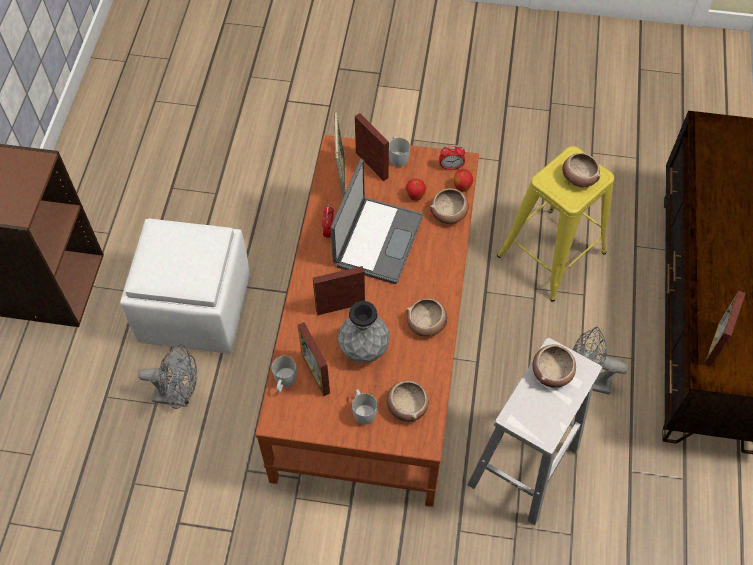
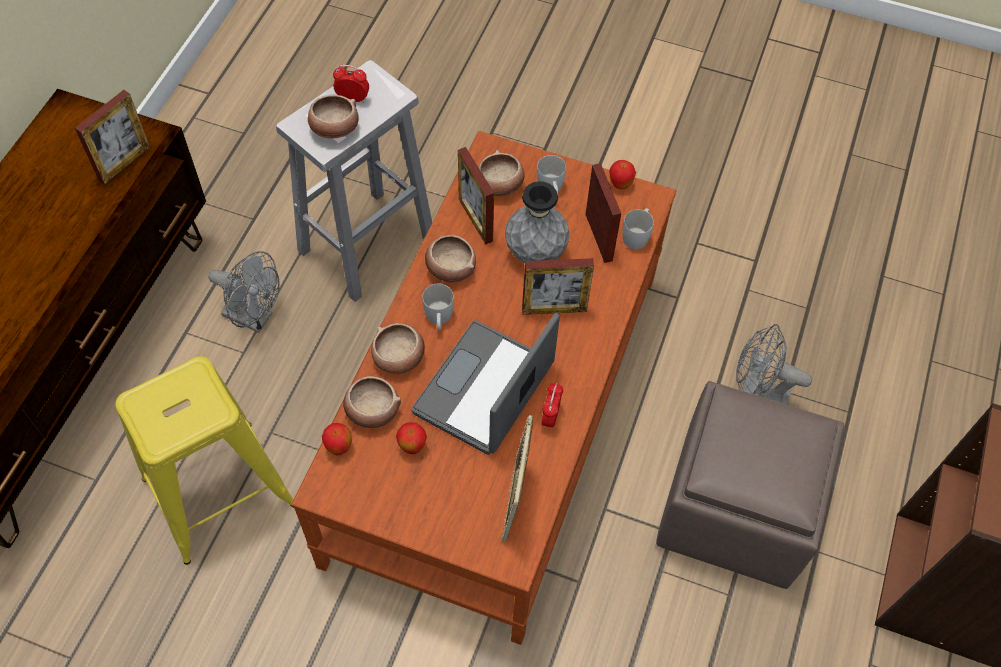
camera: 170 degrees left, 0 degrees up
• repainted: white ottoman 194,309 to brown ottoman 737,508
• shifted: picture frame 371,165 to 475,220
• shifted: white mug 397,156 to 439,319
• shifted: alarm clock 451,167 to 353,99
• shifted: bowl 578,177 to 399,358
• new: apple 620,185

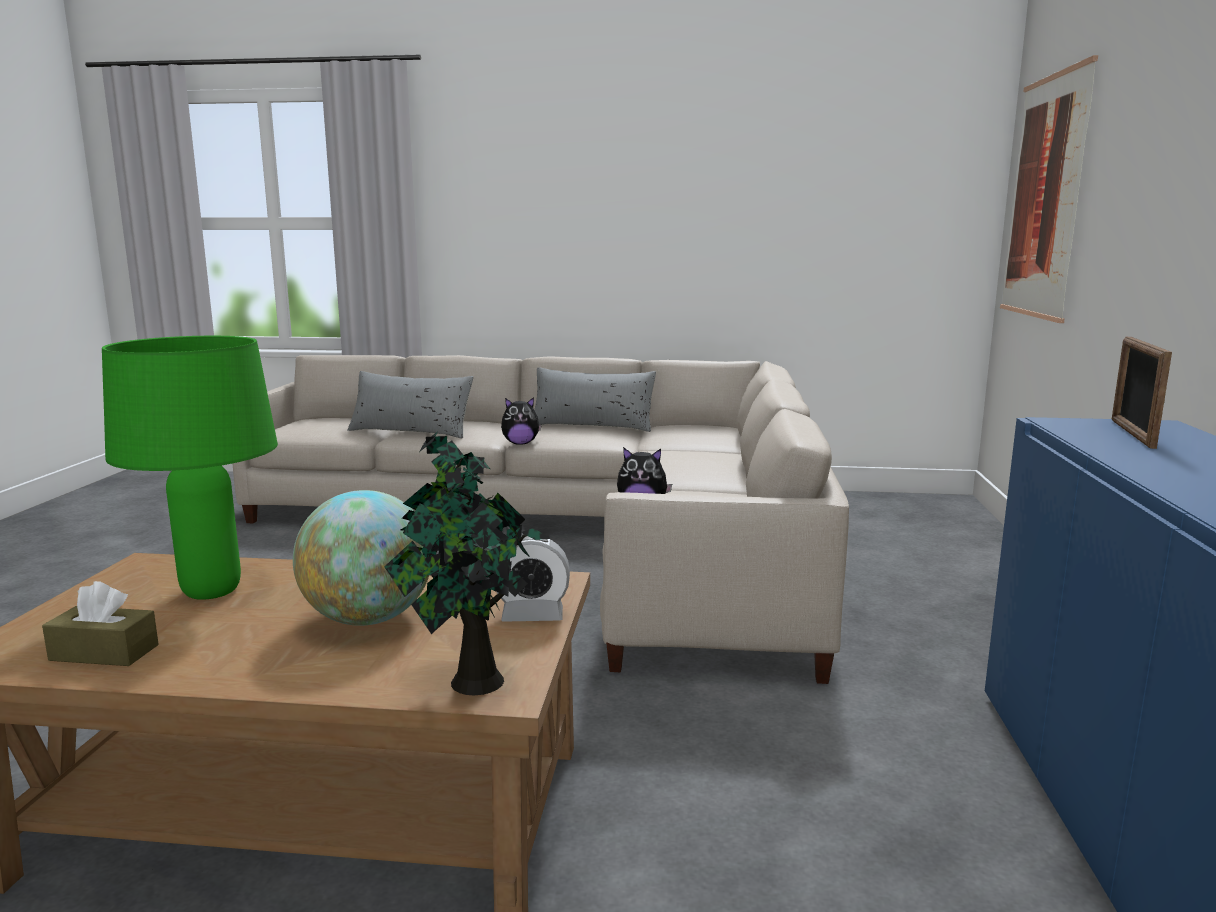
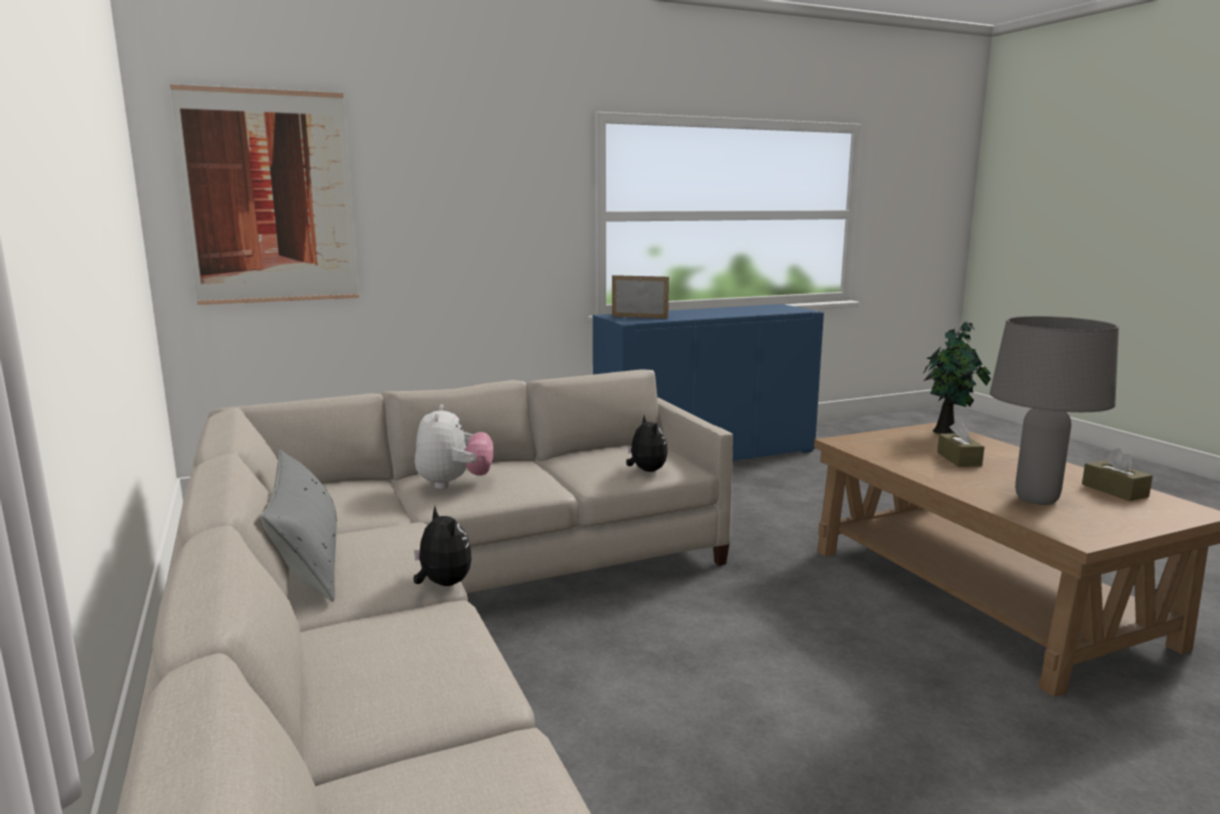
camera: 120 degrees left, 0 degrees up
• repainted: green table lamp 210,591 to grey table lamp 1037,500
• swapped: globe 368,619 to brown tissue box 959,459
• gone: grey pillow 411,431
• gone: alarm clock 532,615
• rotated: picture frame 1132,434 = 639,317 150 degrees counterclockwise
• new: plush toy 454,484

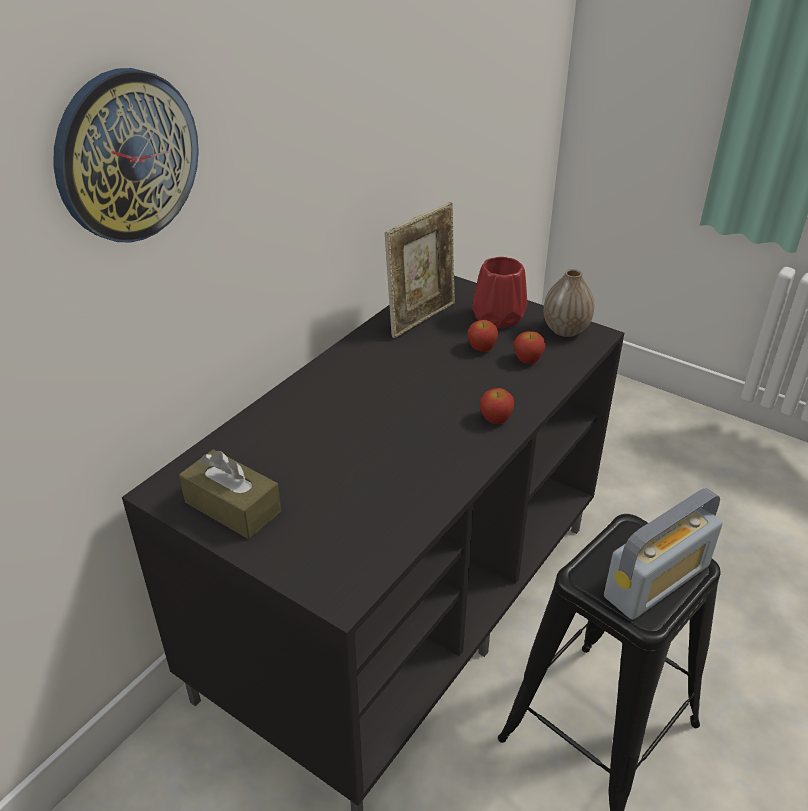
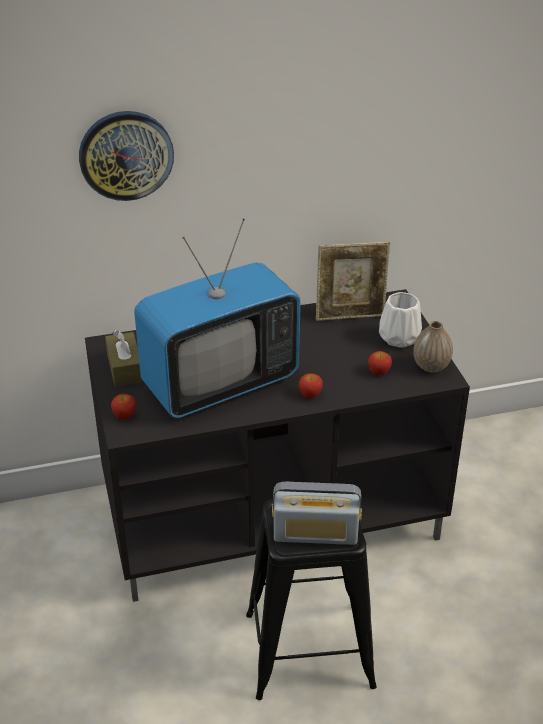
camera: 40 degrees right, 0 degrees up
• shifted: apple 481,348 to 124,415
• repainted: red vase 498,318 to white vase 398,338
• new: television 220,383

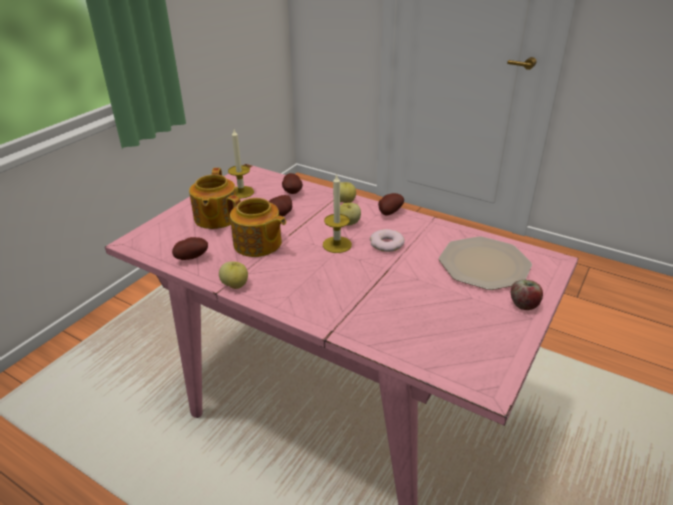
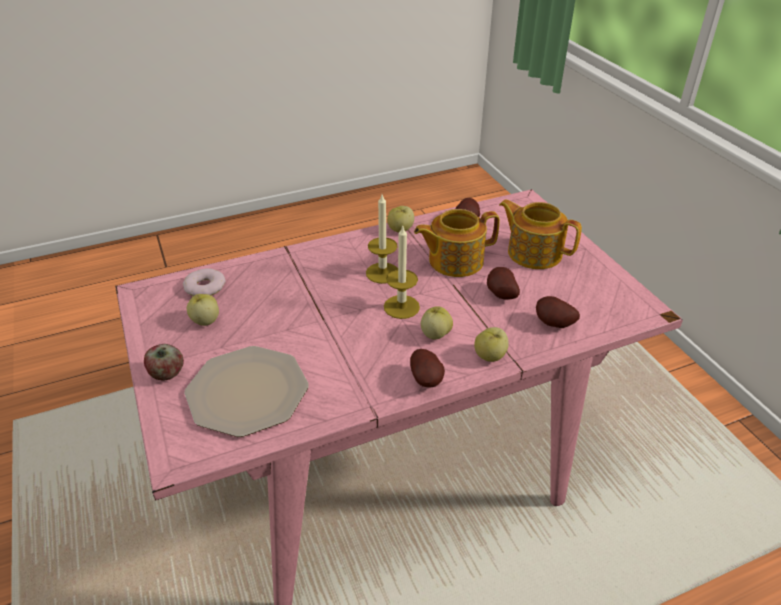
camera: 125 degrees right, 5 degrees up
• shifted: candle 241,192 to 382,273
• shifted: donut 386,244 to 204,287
• new: apple 205,321

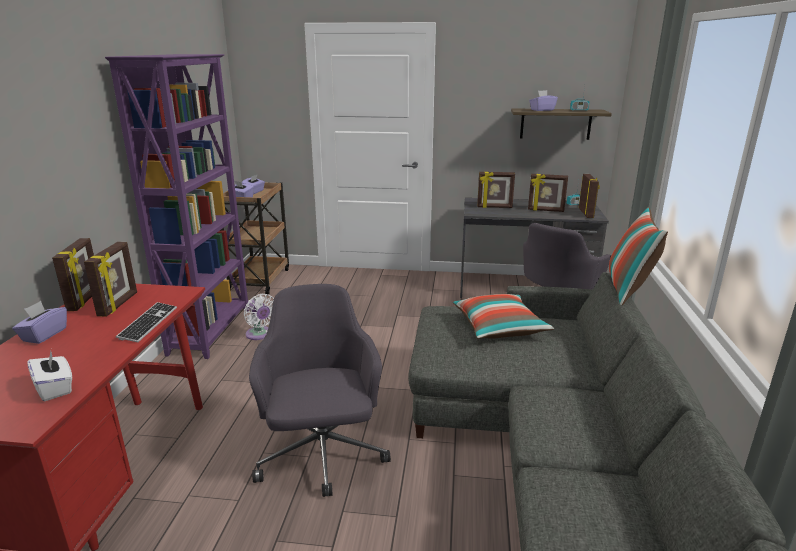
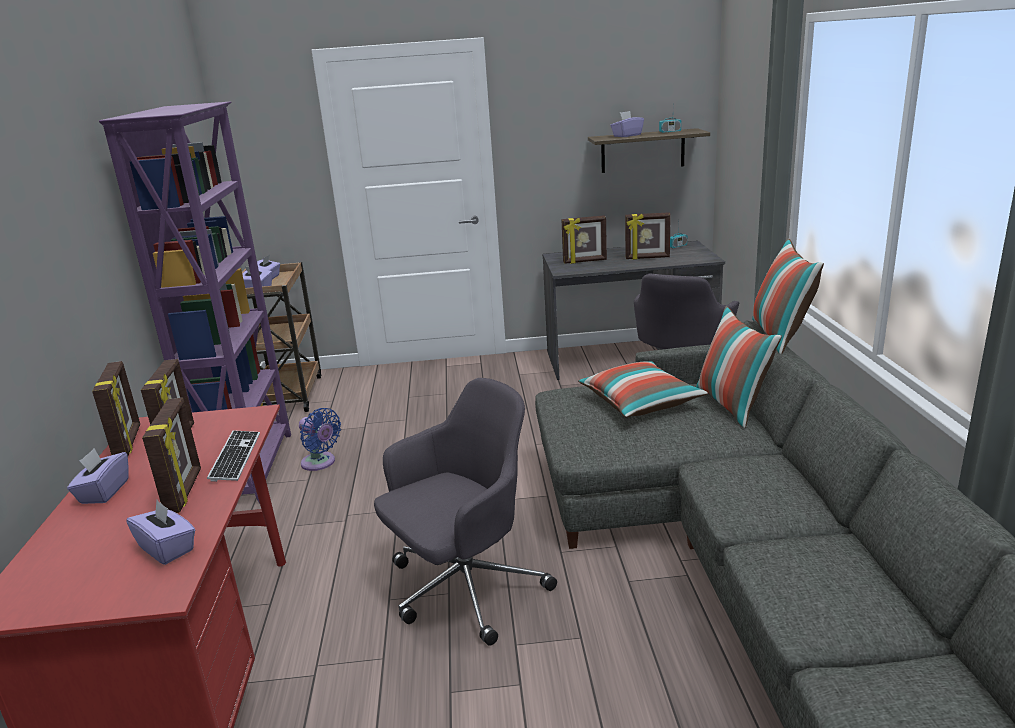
camera: 10 degrees left, 0 degrees up
• repainted: white tissue box 55,388 to purple tissue box 167,548
• repainted: white fan 260,335 to blue fan 320,463
• rotated: grey office chair 322,455 = 464,589 75 degrees clockwise
• shifted: picture frame 586,213 to 185,491
• new: pillow 732,405

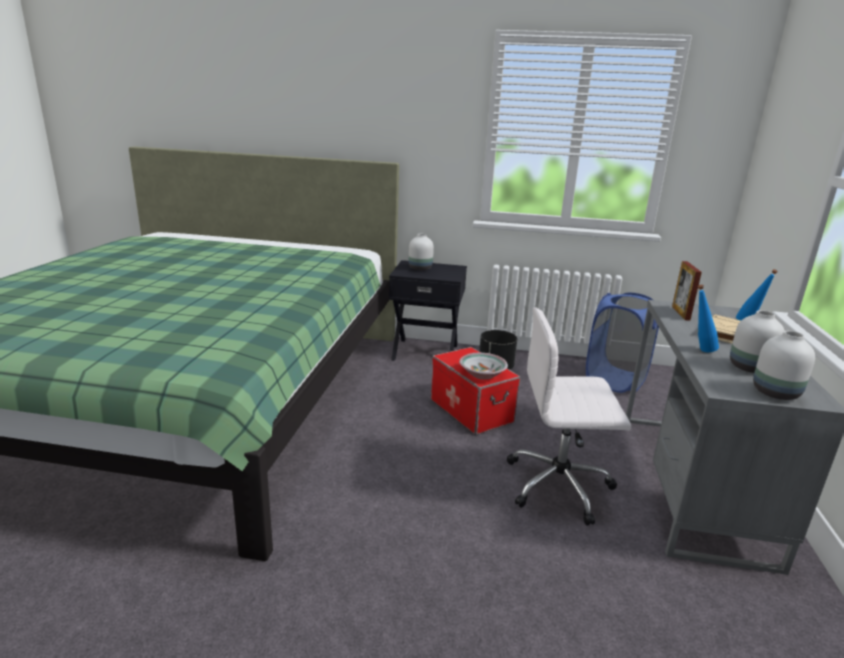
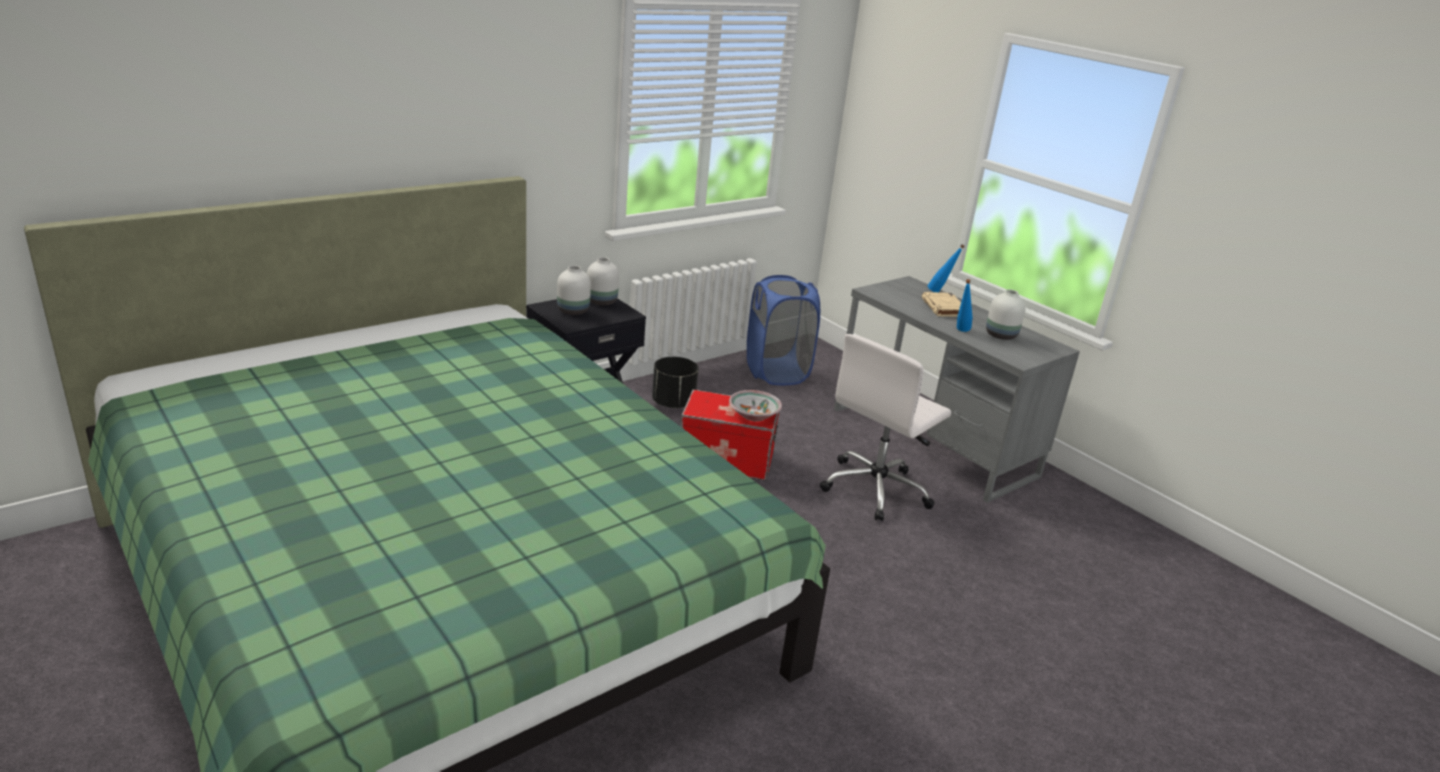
camera: 50 degrees left, 5 degrees up
• gone: picture frame 680,313
• shifted: white vase 774,392 to 600,302

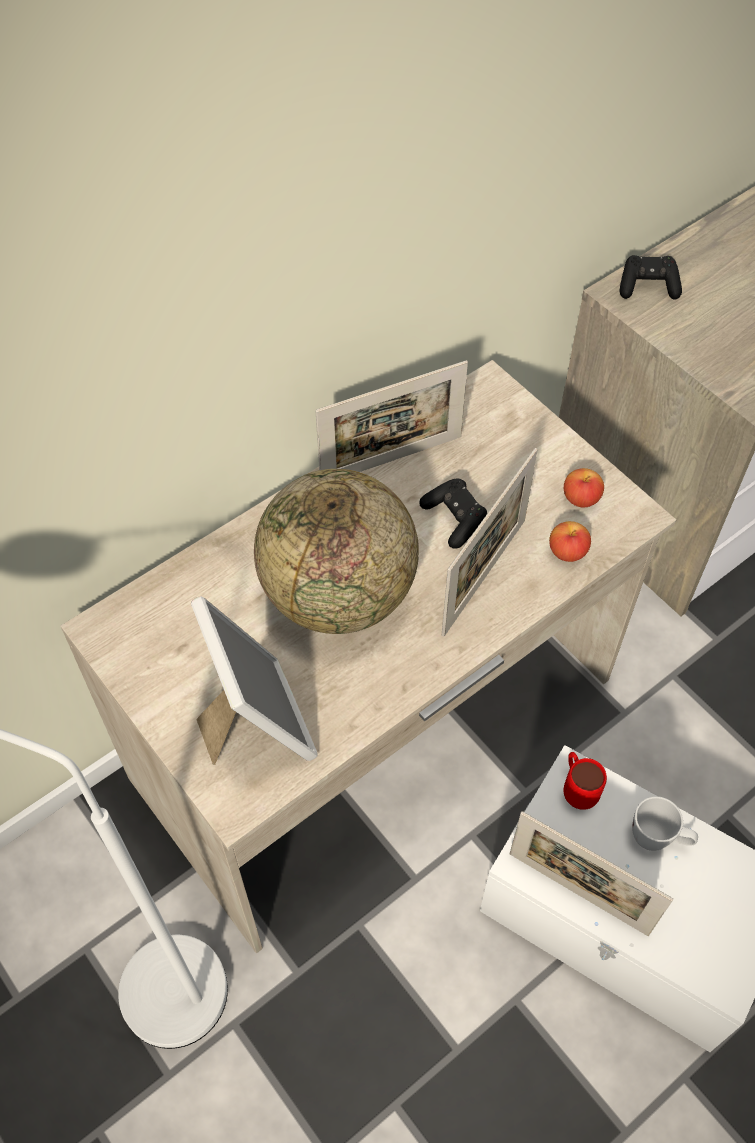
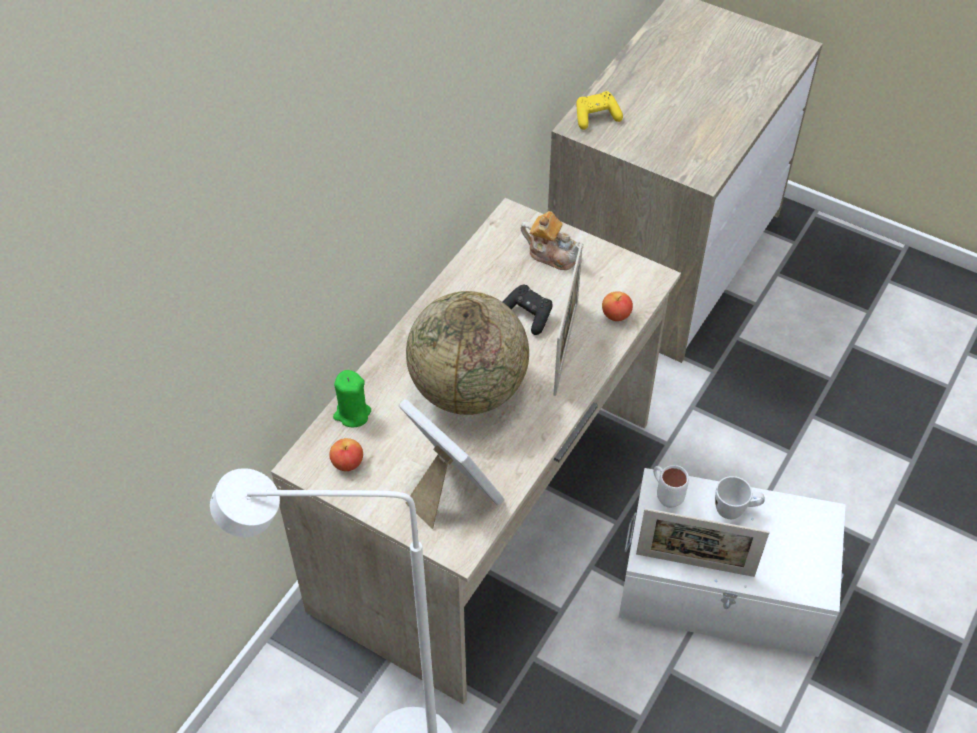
camera: 20 degrees left, 5 degrees down
• gone: picture frame 391,460
• repainted: red mug 576,790 to white mug 665,495
• shifted: apple 581,498 to 347,463
• repainted: black game controller 647,286 to yellow game controller 596,117
• new: green candle 352,414
• new: teapot 552,254

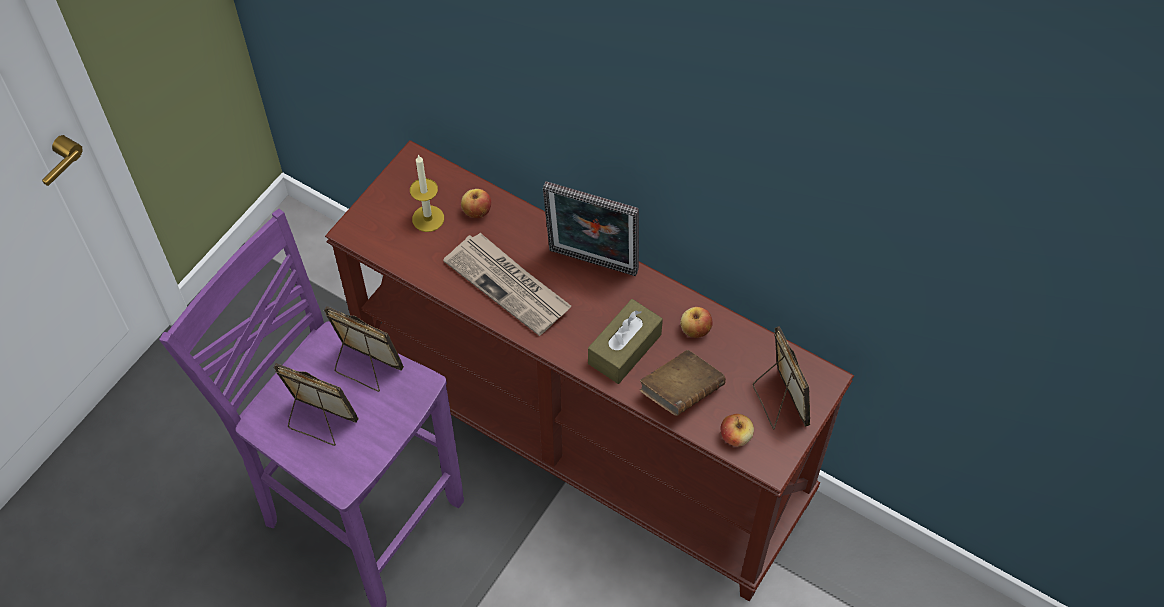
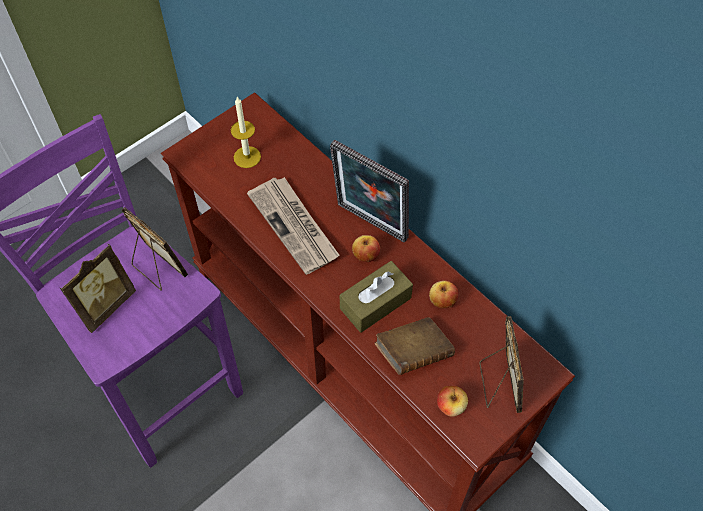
camera: 15 degrees right, 0 degrees up
• rotated: picture frame 320,422 = 104,305 90 degrees clockwise
• shifted: apple 477,211 to 365,255

